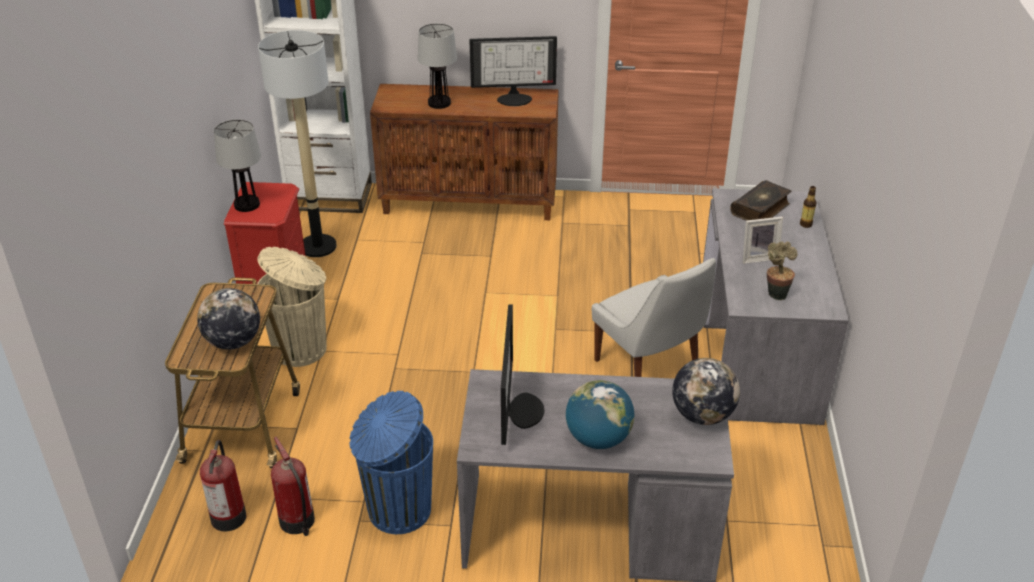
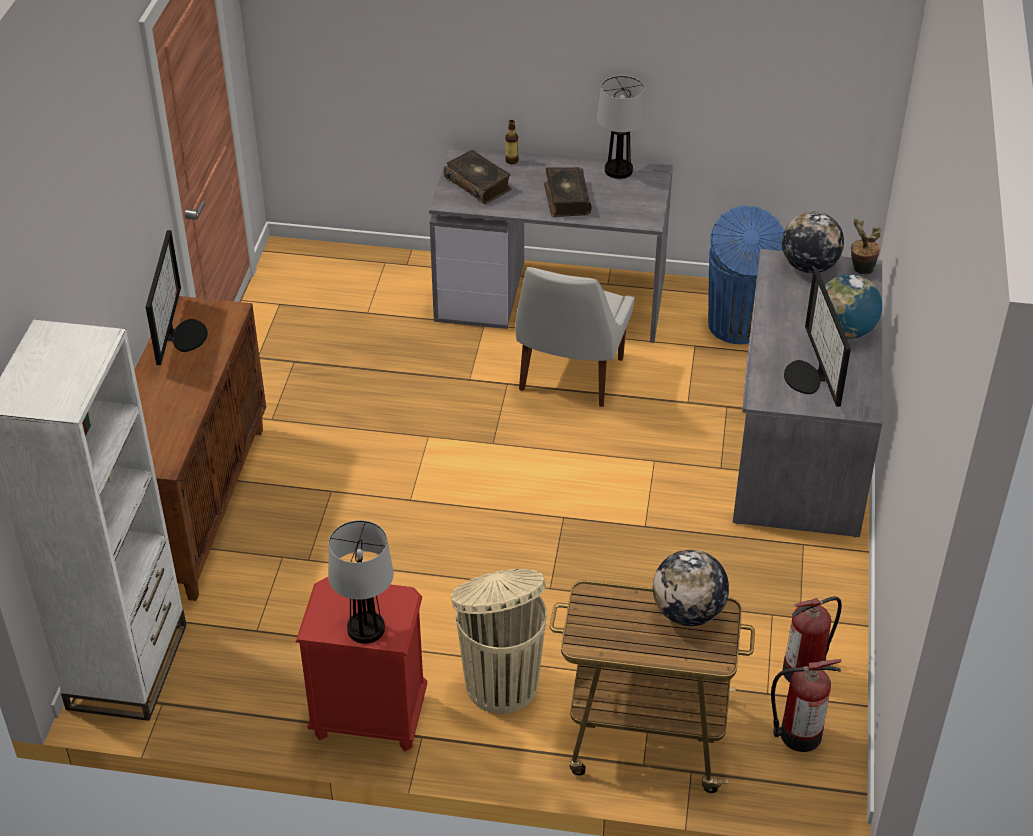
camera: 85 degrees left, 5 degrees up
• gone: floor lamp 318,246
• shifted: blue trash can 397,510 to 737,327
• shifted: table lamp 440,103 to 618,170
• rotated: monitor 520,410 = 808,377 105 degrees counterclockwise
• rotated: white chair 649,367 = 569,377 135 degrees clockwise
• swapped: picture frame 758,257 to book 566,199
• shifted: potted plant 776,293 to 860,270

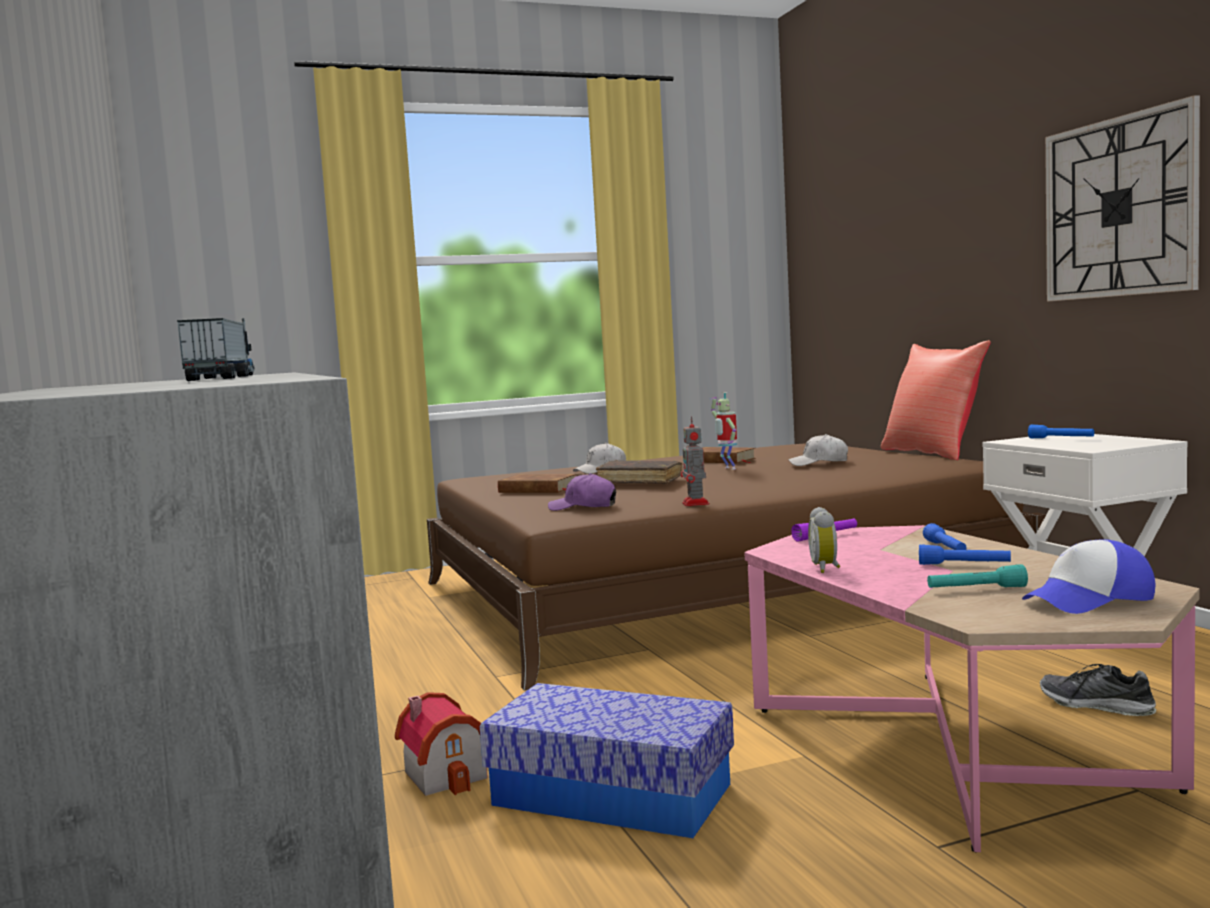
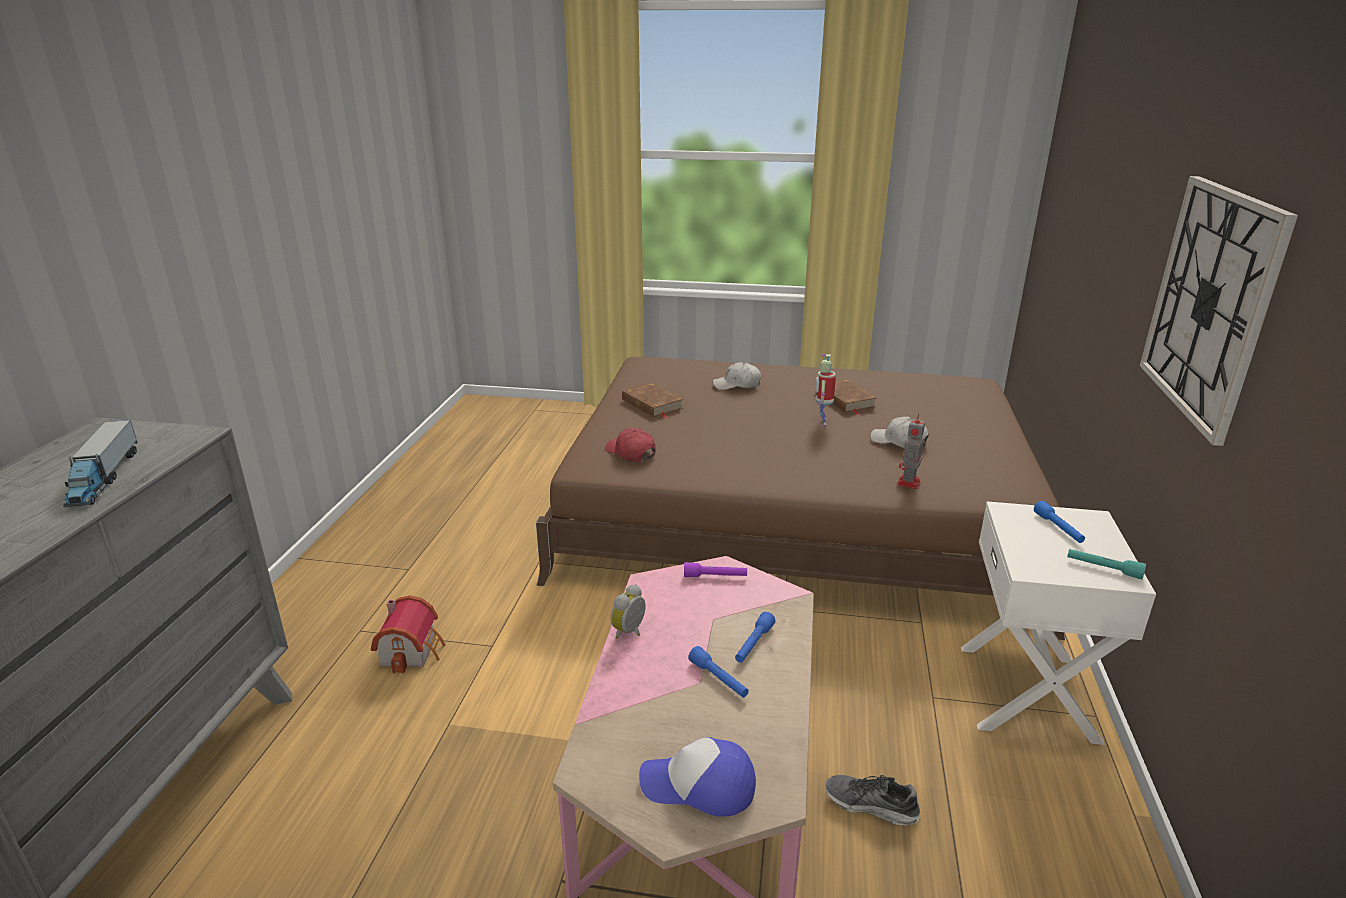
camera: 30 degrees right, 20 degrees up
• rotated: toy truck 224,377 = 104,477 150 degrees clockwise
• gone: storage box 611,794
• repainted: purple cap 583,507 to red cap 630,453
• gone: brown book 640,481
• shifted: toy robot 696,504 to 908,484
• gone: red pillow 933,453
• shifted: turquoise flashlight 976,589 to 1103,568
• rotated: shoe 1096,705 = 871,805 45 degrees counterclockwise

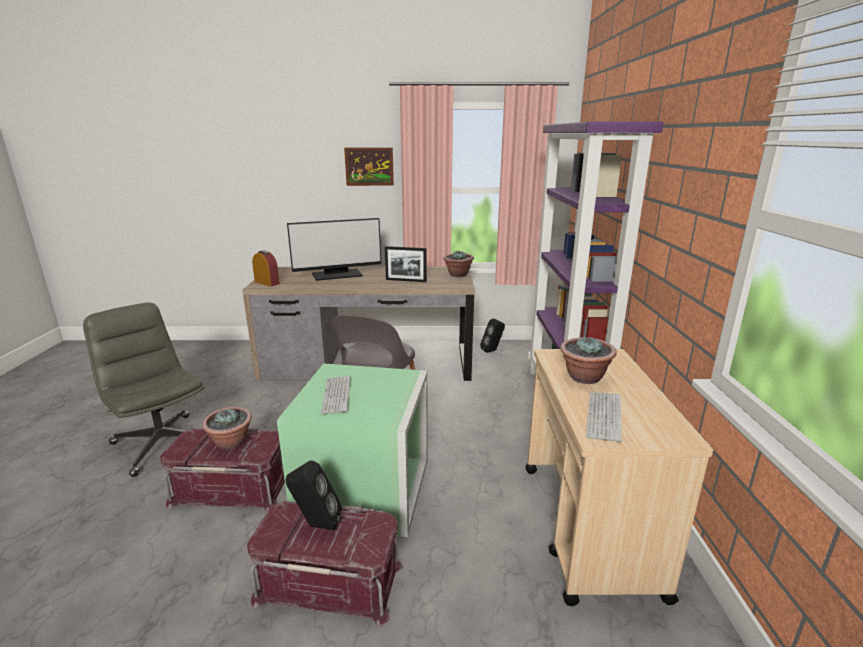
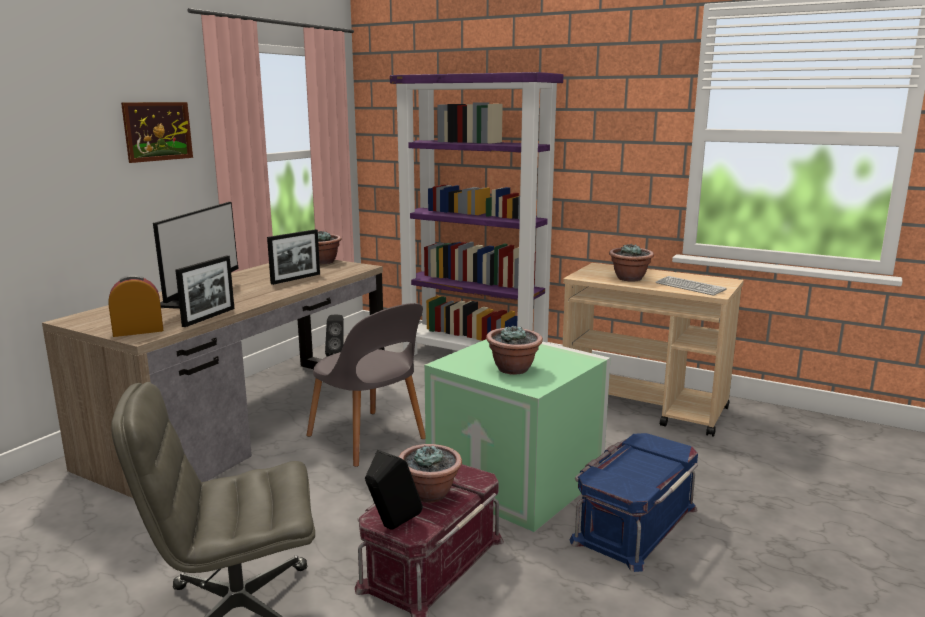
camera: 60 degrees left, 5 degrees down
• repainted: red storage box 330,581 to blue storage box 633,523
• shifted: black speaker 316,525 to 392,528
• swapped: keyboard 336,395 to potted plant 513,369
• new: picture frame 209,317

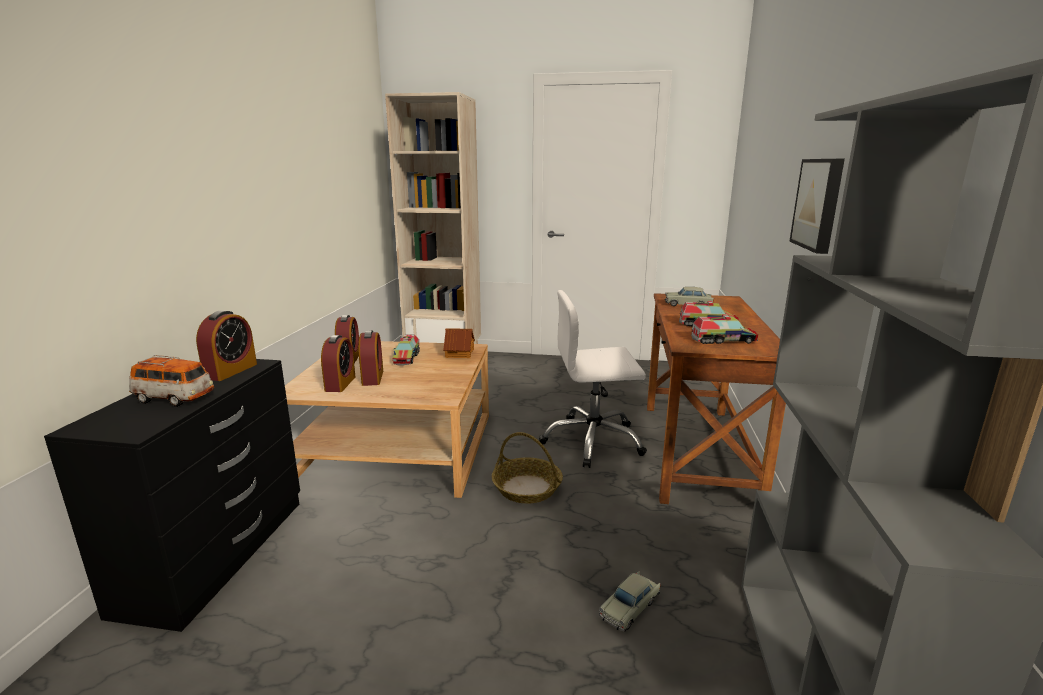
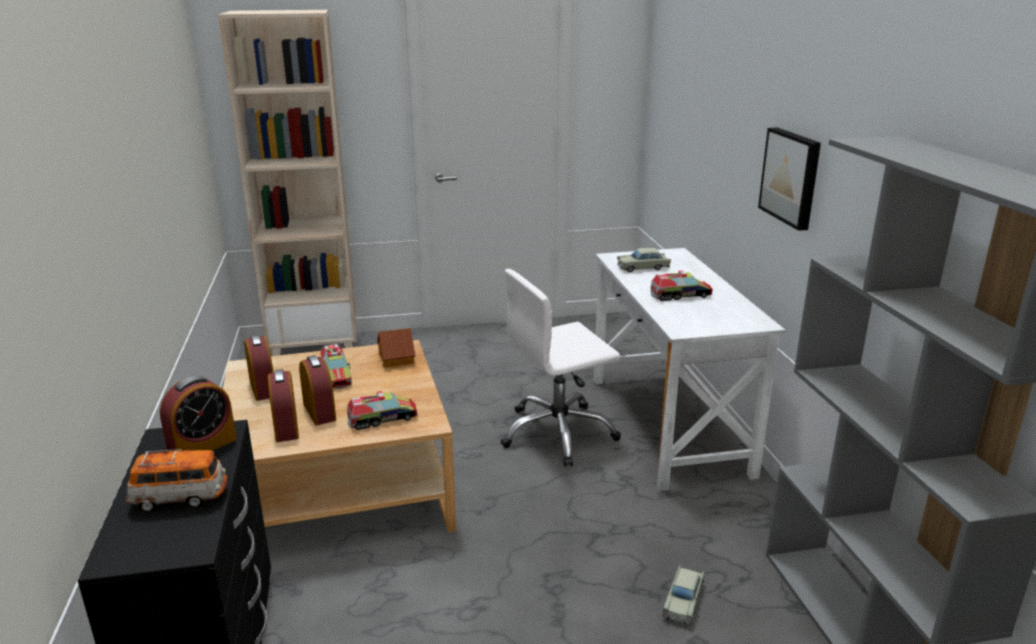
camera: 20 degrees left, 5 degrees up
• rotated: alarm clock 231,371 = 203,446 45 degrees clockwise
• gone: basket 527,488
• repainted: brown desk 697,451 to white desk 668,425
• shifted: toy truck 723,340 to 382,419

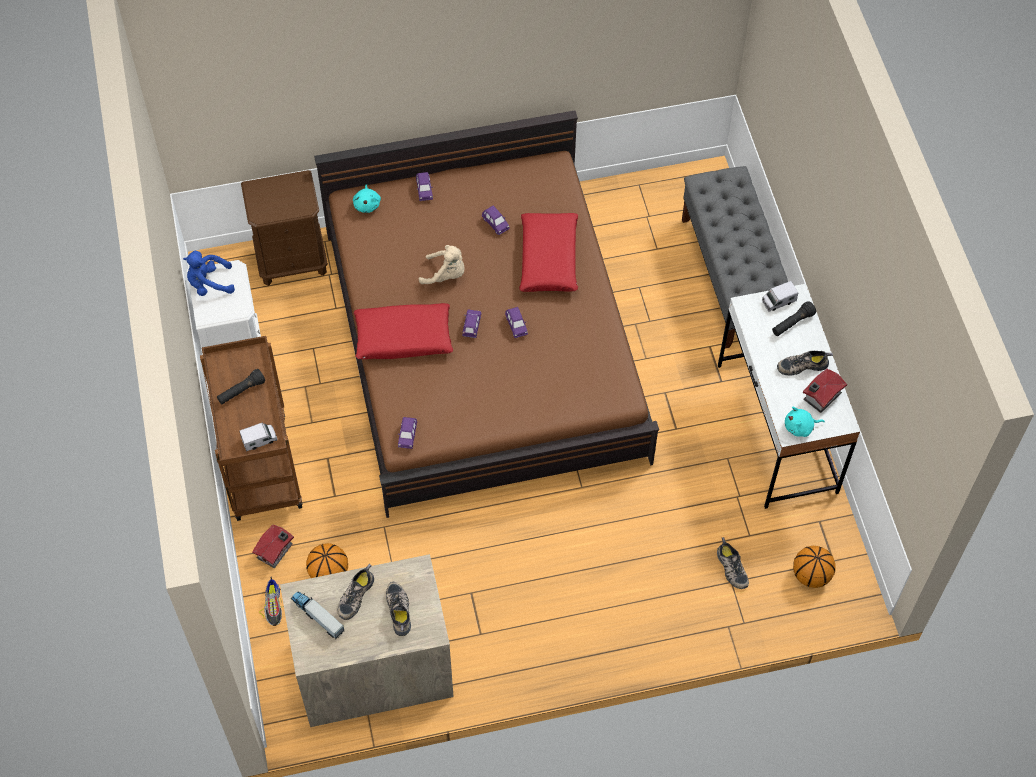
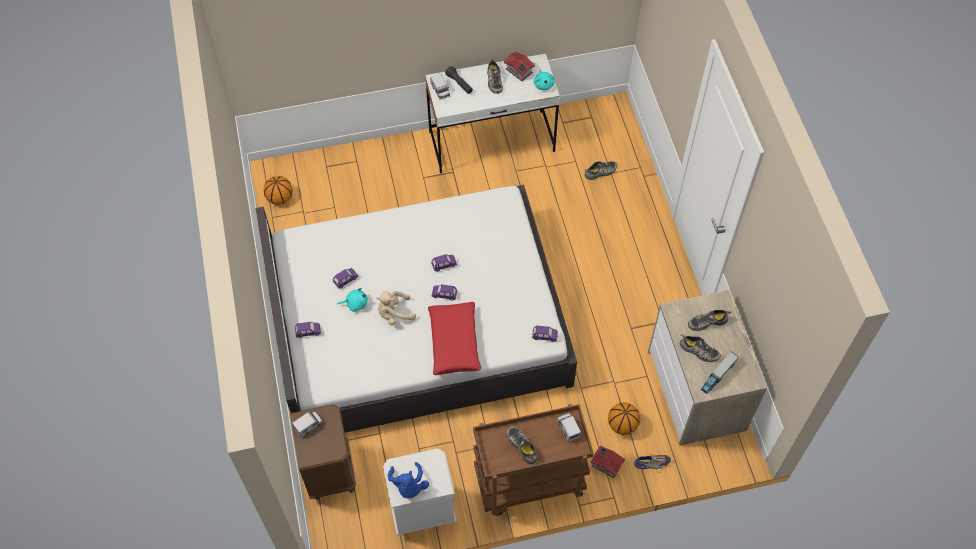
camera: 90 degrees left, 0 degrees up
• swapped: black flashlight 241,391 to shoe 523,446
• repainted: brown bed 483,343 to white bed 417,323
• shifted: turquoise plush toy 367,204 to 355,303
• rotated: beige plush toy 446,275 = 394,314 120 degrees counterclockwise
• gone: red pillow 549,258
• gone: grey bench 731,277
• shifted: basketball 811,575 to 280,198
• new: toy truck 308,425

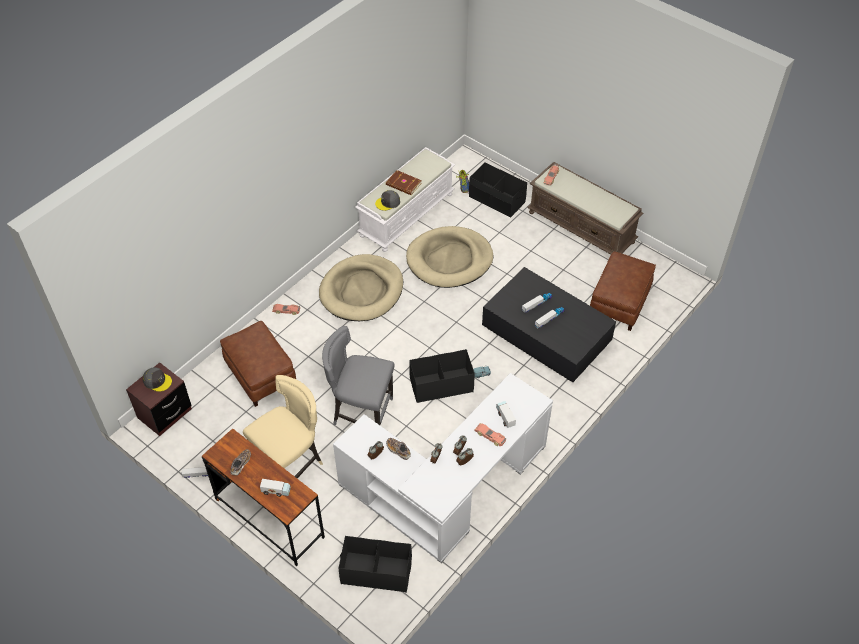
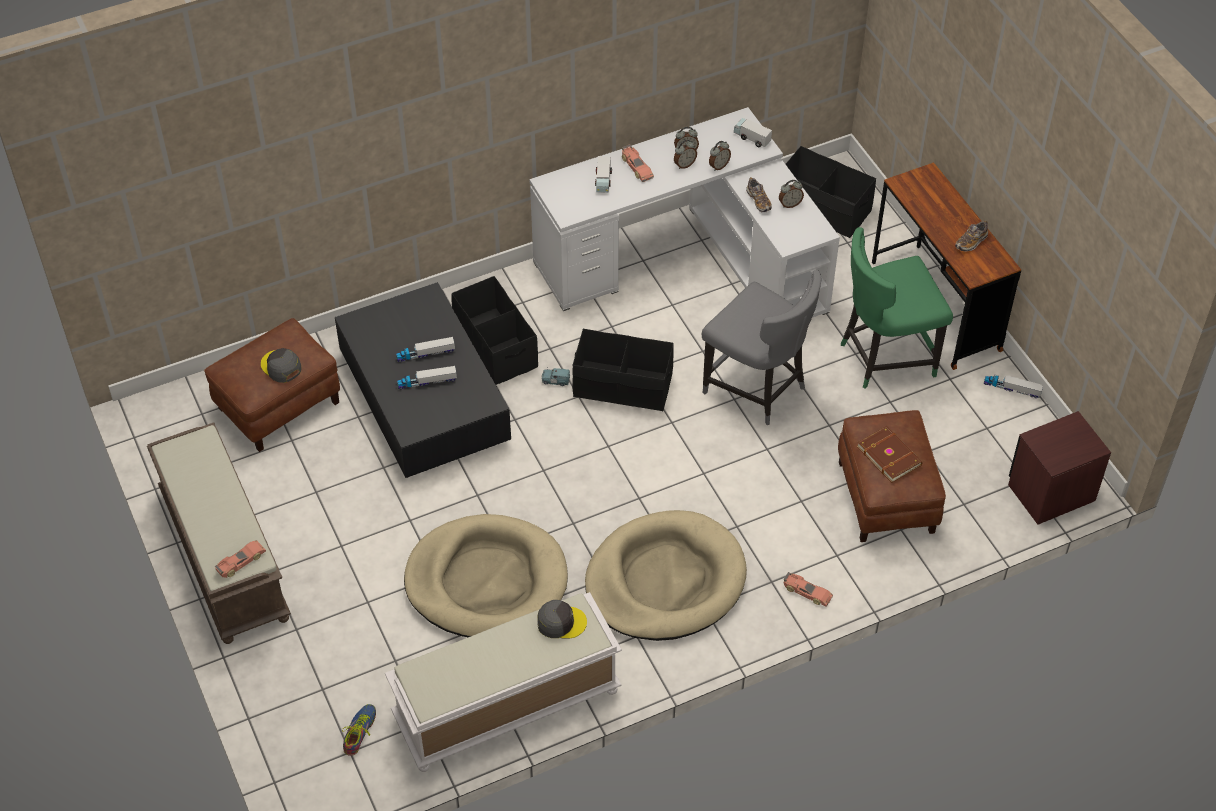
camera: 155 degrees left, 0 degrees up
• shifted: grey cap 157,381 to 281,367
• repainted: beige chair 291,465 to green chair 884,357
• shifted: toy truck 276,491 to 752,138
• shifted: brown book 403,184 to 889,455
• shifted: black storage box 496,199 to 496,346

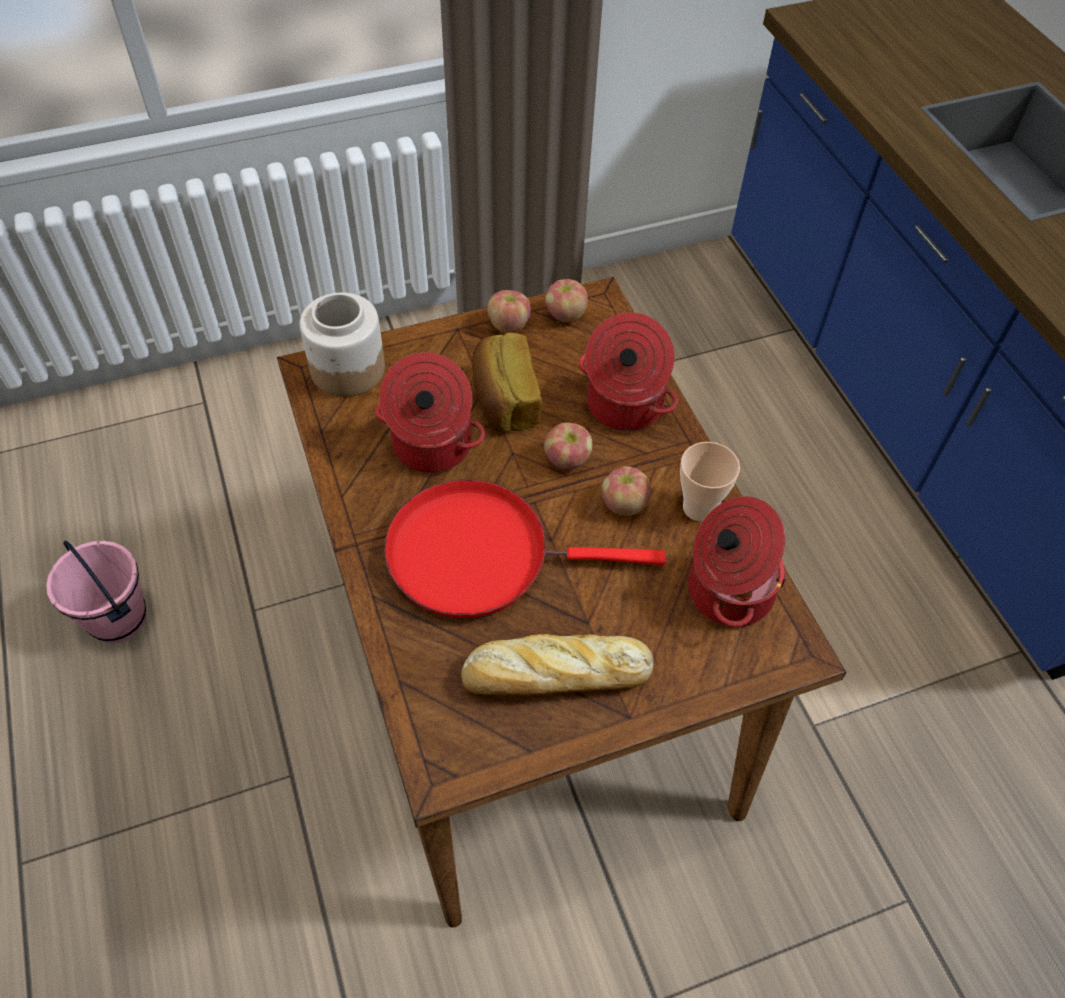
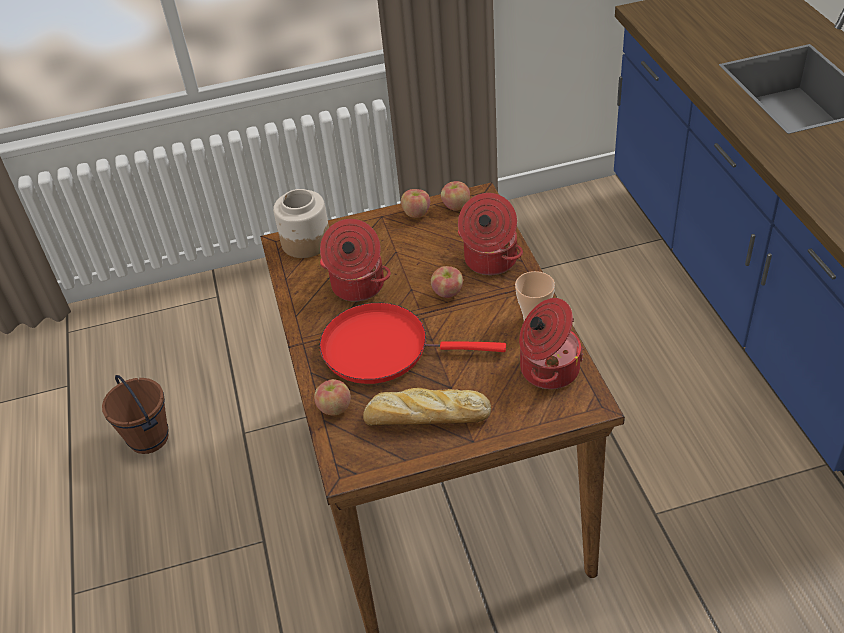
camera: 10 degrees right, 10 degrees down
• repainted: pink bucket 119,619 to brown bucket 150,438
• gone: bread 504,400
• shifted: apple 624,504 to 334,408

